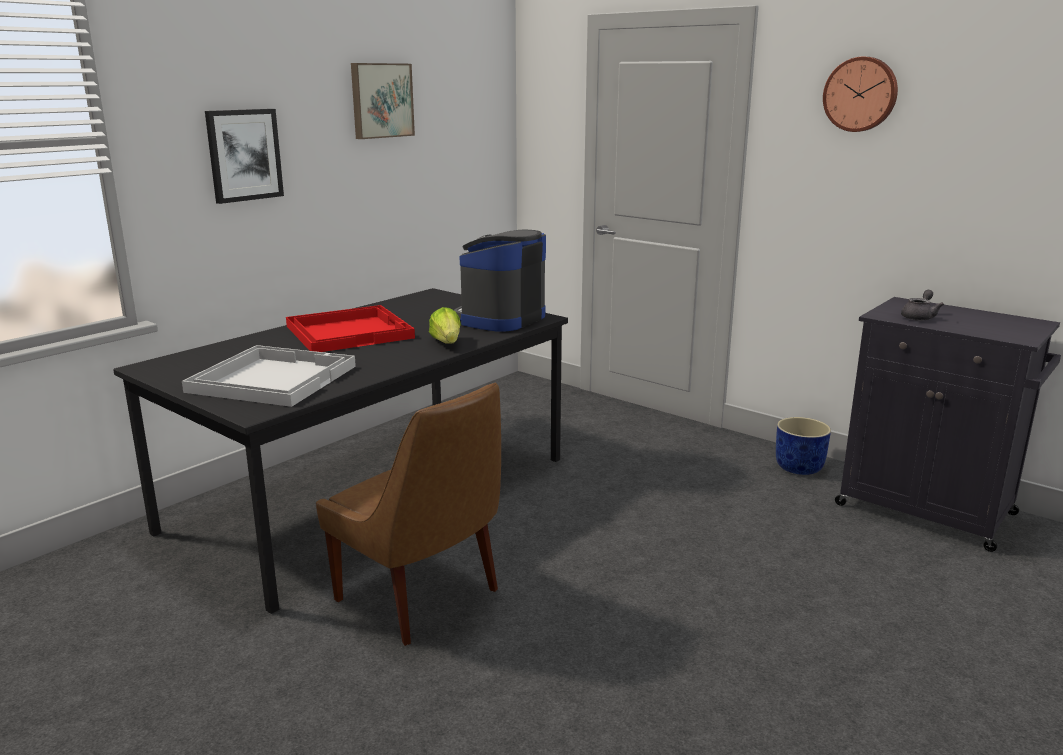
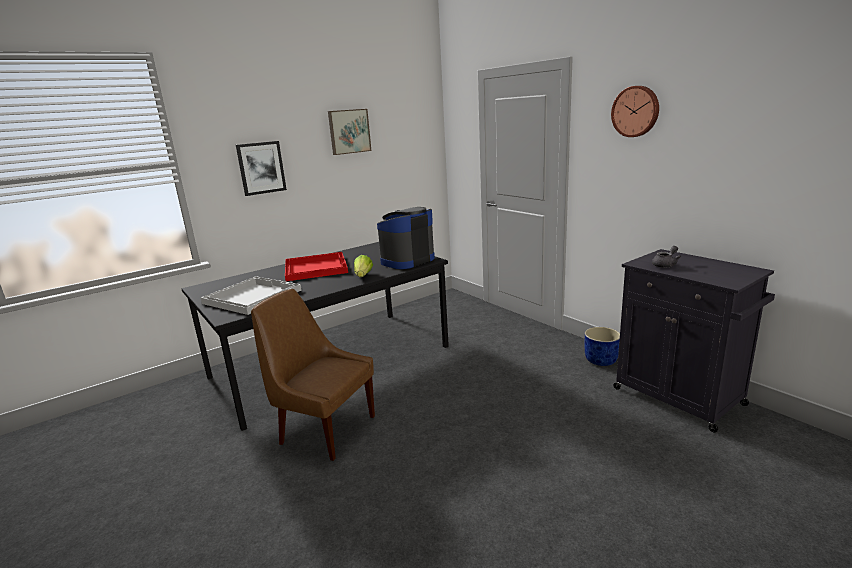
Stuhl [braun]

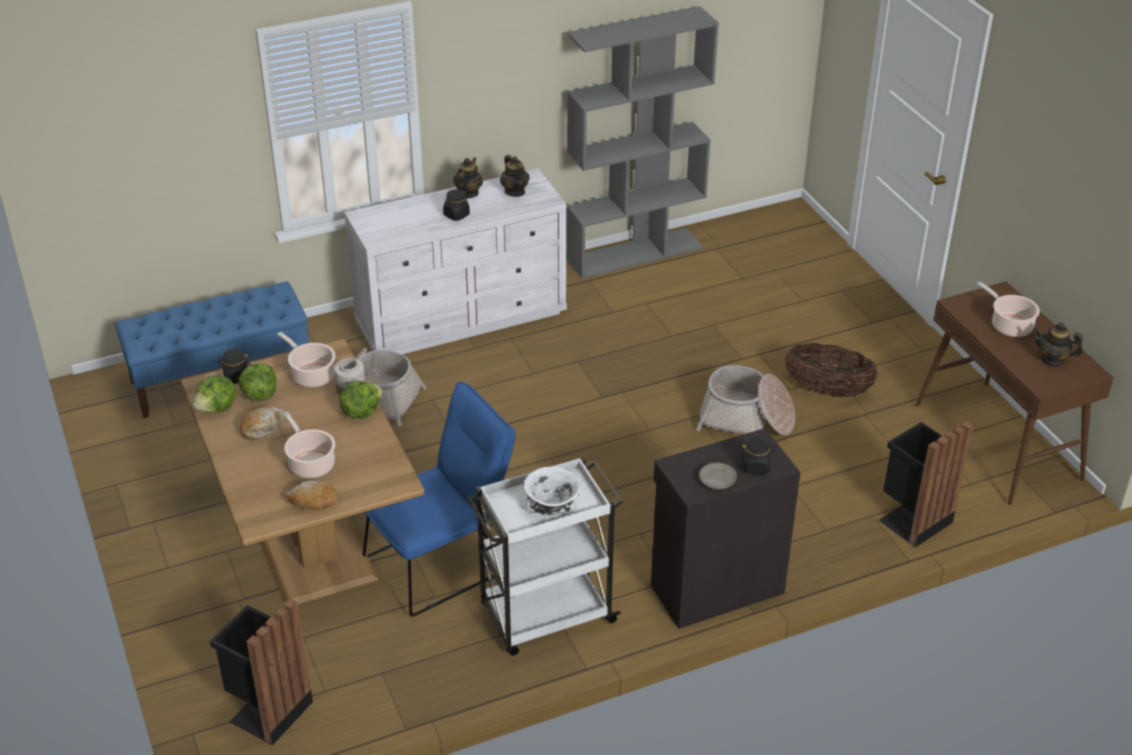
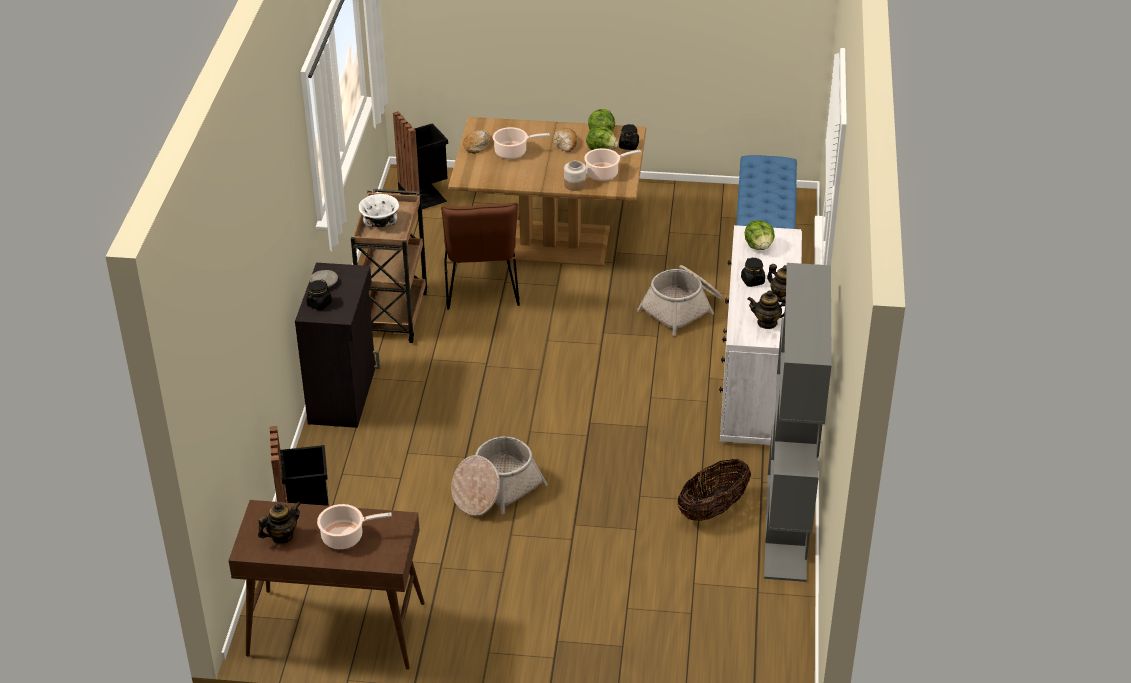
Salatkopf (no. 3 from left); Stuhl [braun]; Rollwagen [braun]; Korb (no. 3 from left)

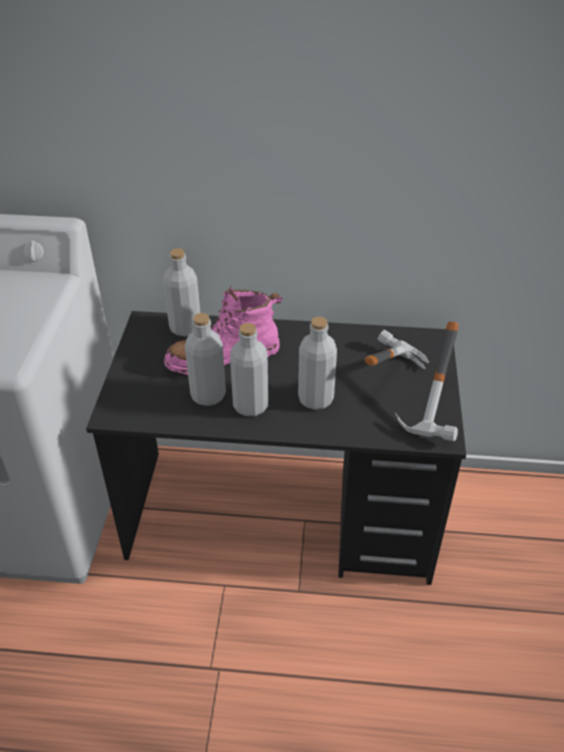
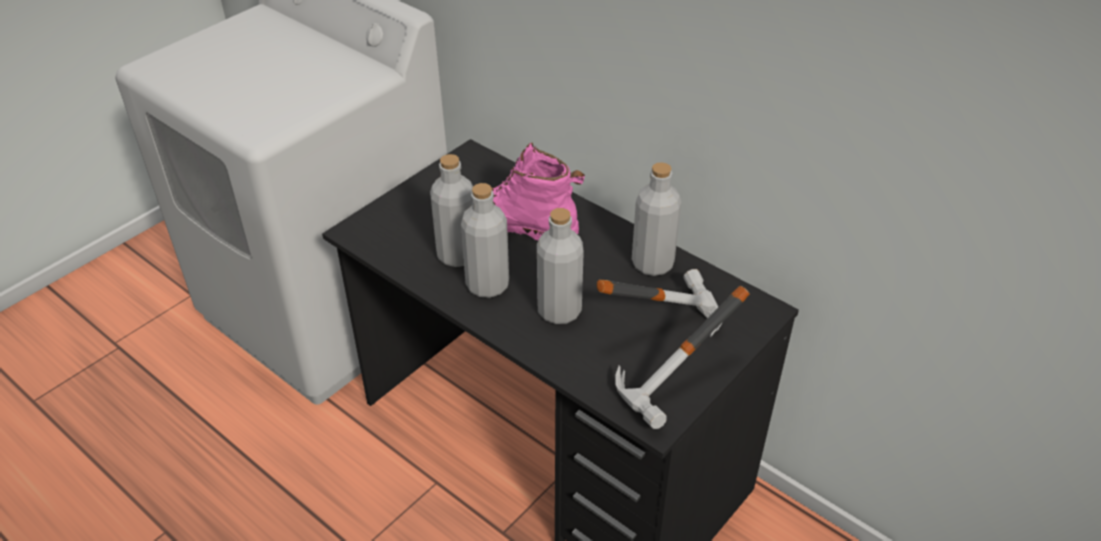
Flasche [grau] (no. 4 from left)

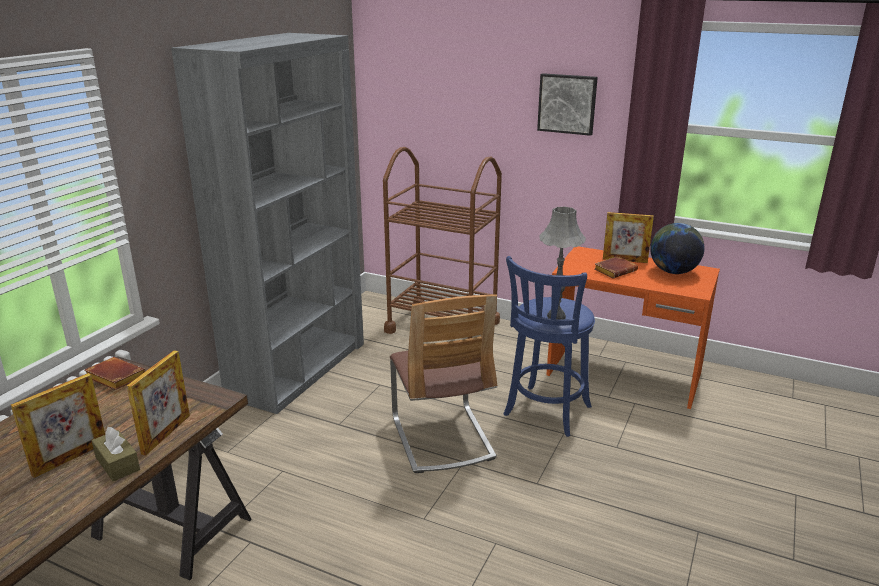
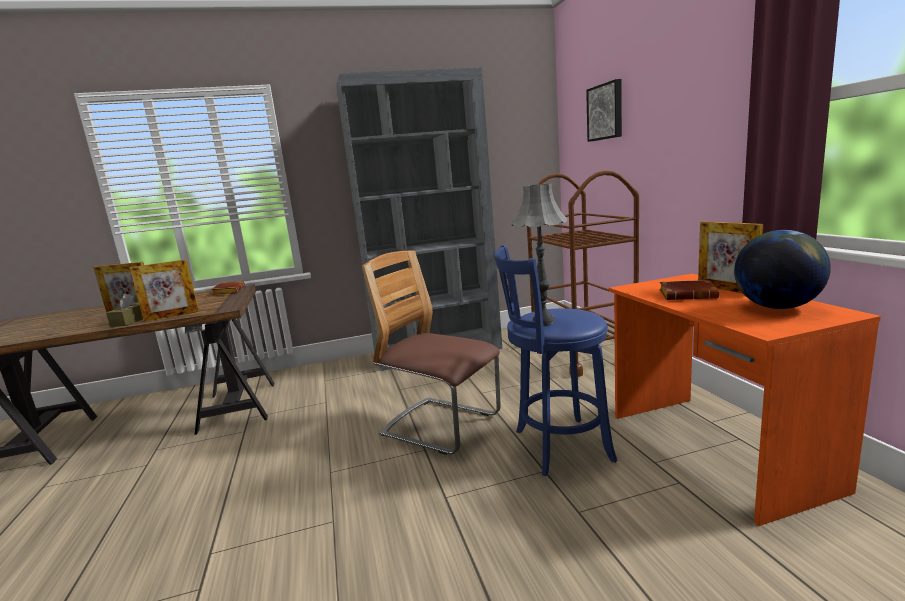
Stuhl; Bild

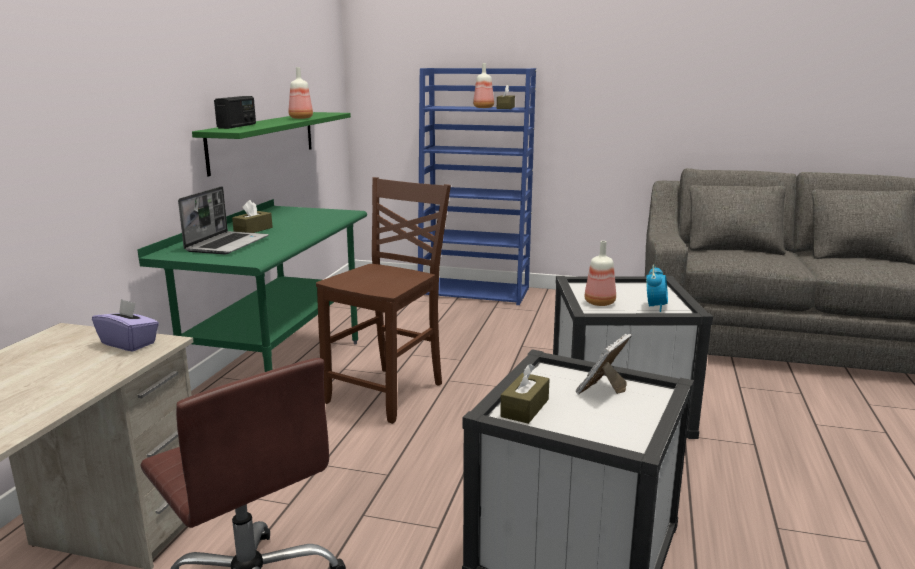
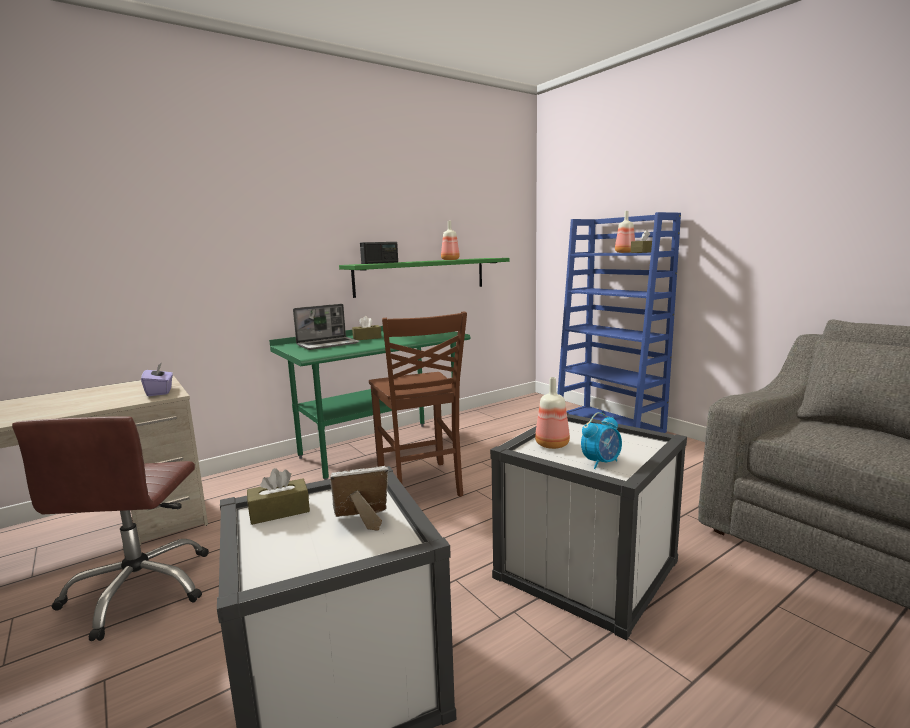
Stuhl [braun]

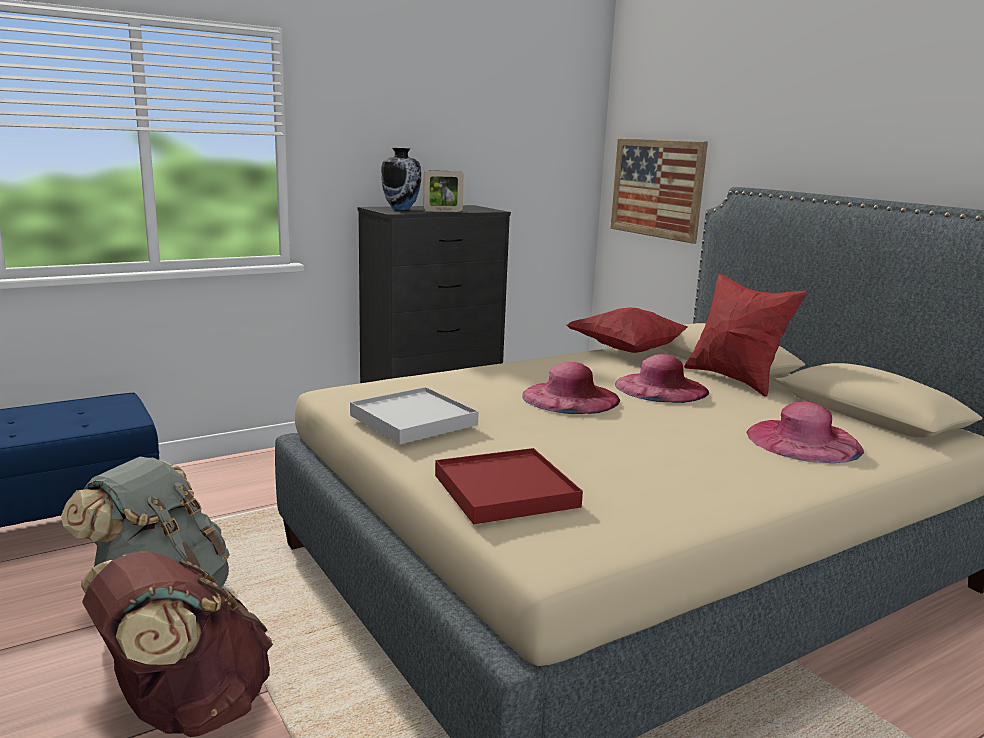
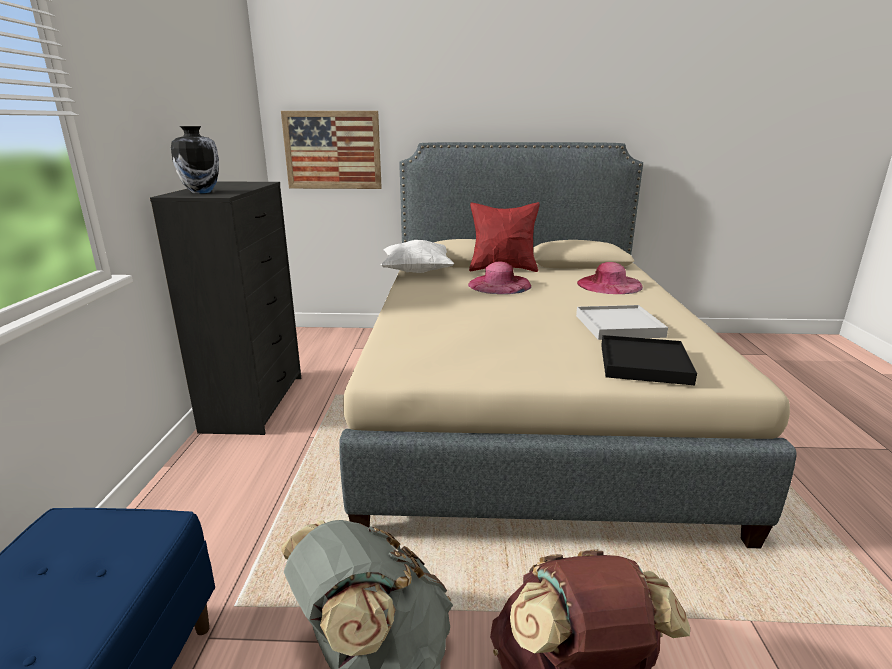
Tablett [weiß]; Bilderrahmen; Tablett [schwarz]; Hut [rosa] (no. 1 from left in the first image); Kissen [weiß]

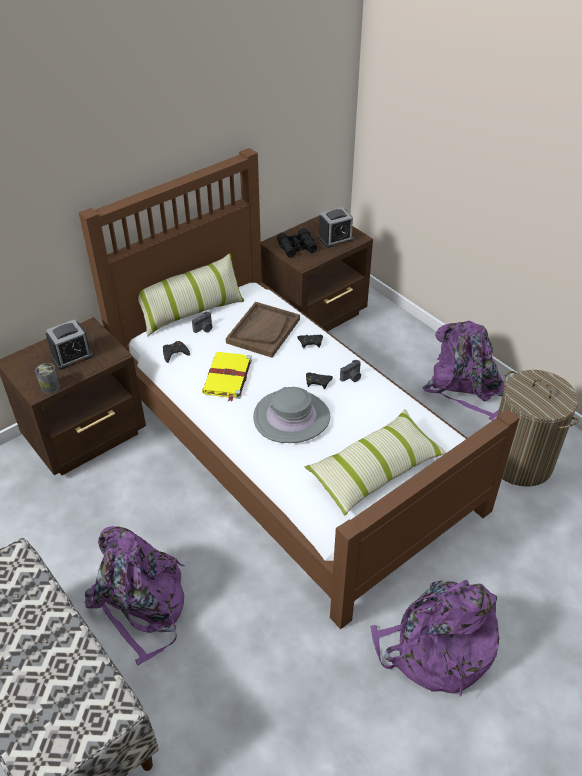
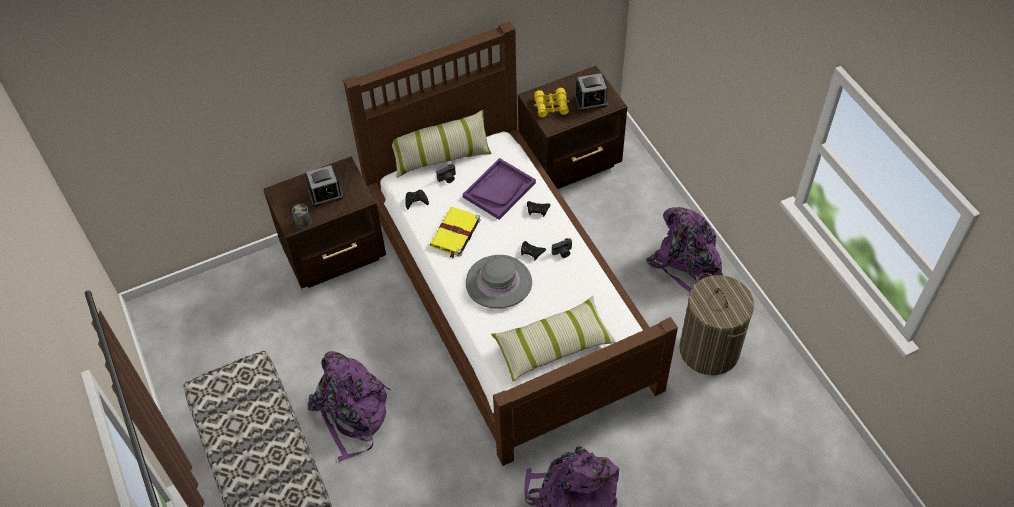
Tablett [lila]; Fernglas [gelb]

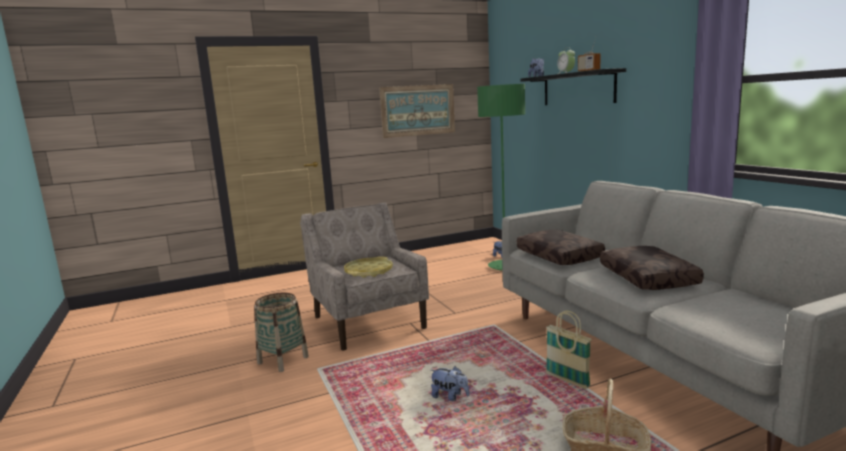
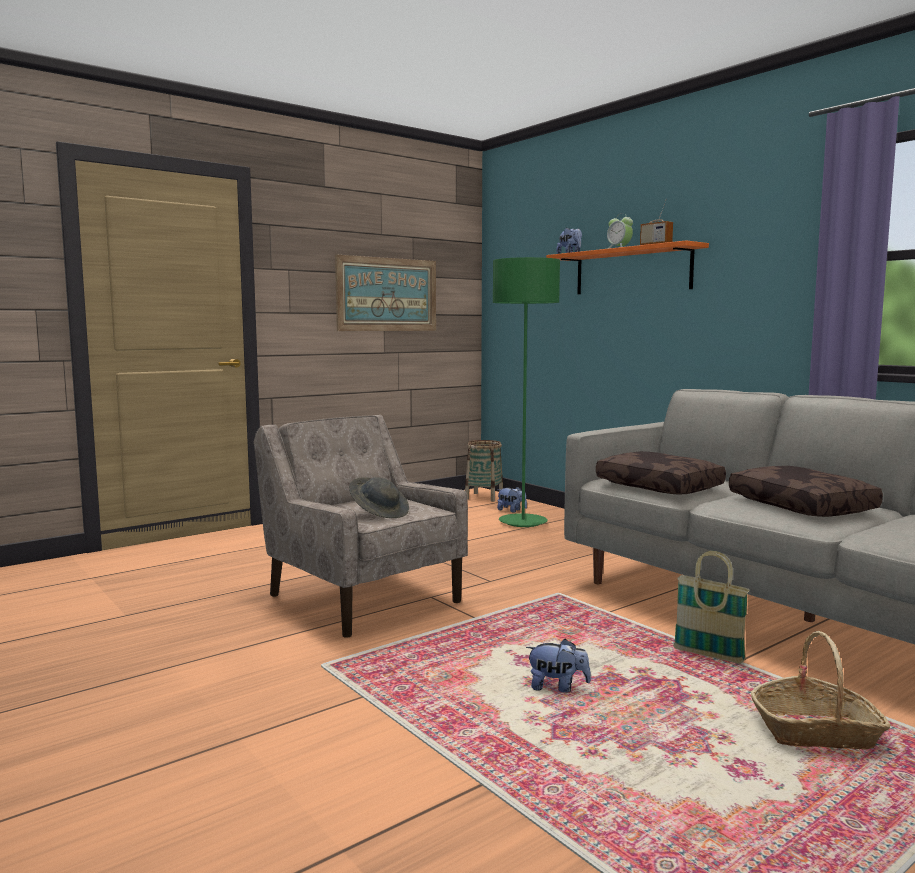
Korb (no. 1 from left); Hut [grau]; Wandregal [orange]

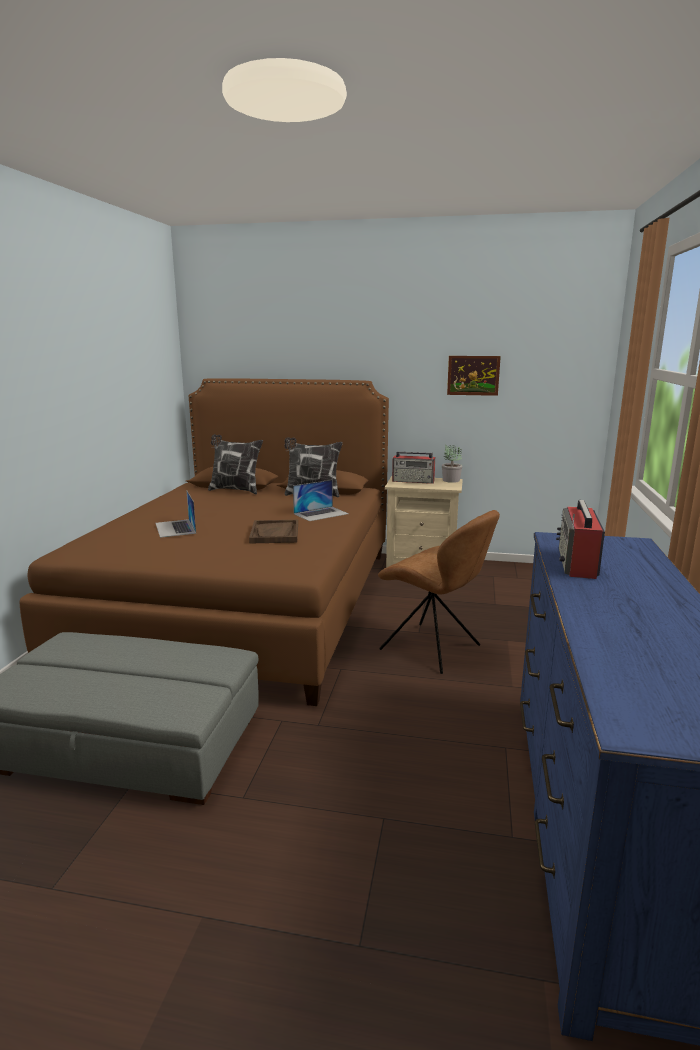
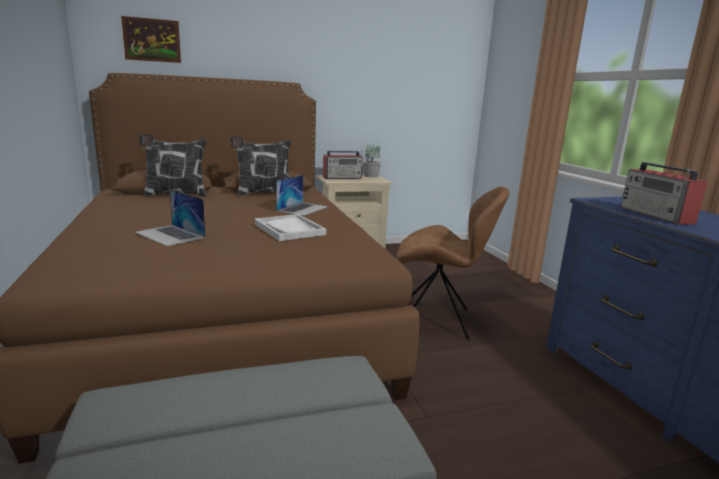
Tablett [weiß]; Bild

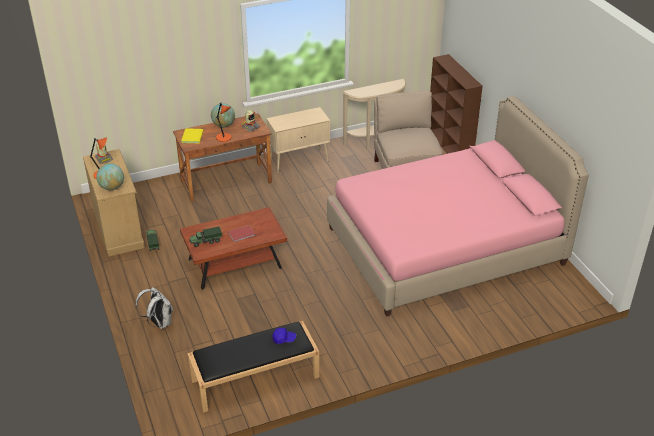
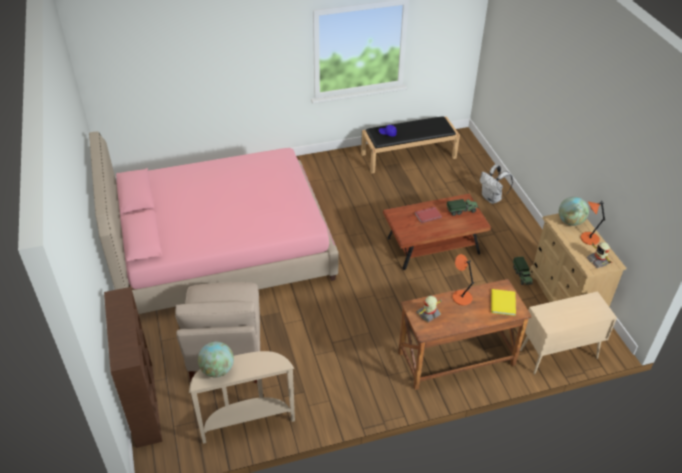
Globus (no. 1 from left); Schrank [beige]

